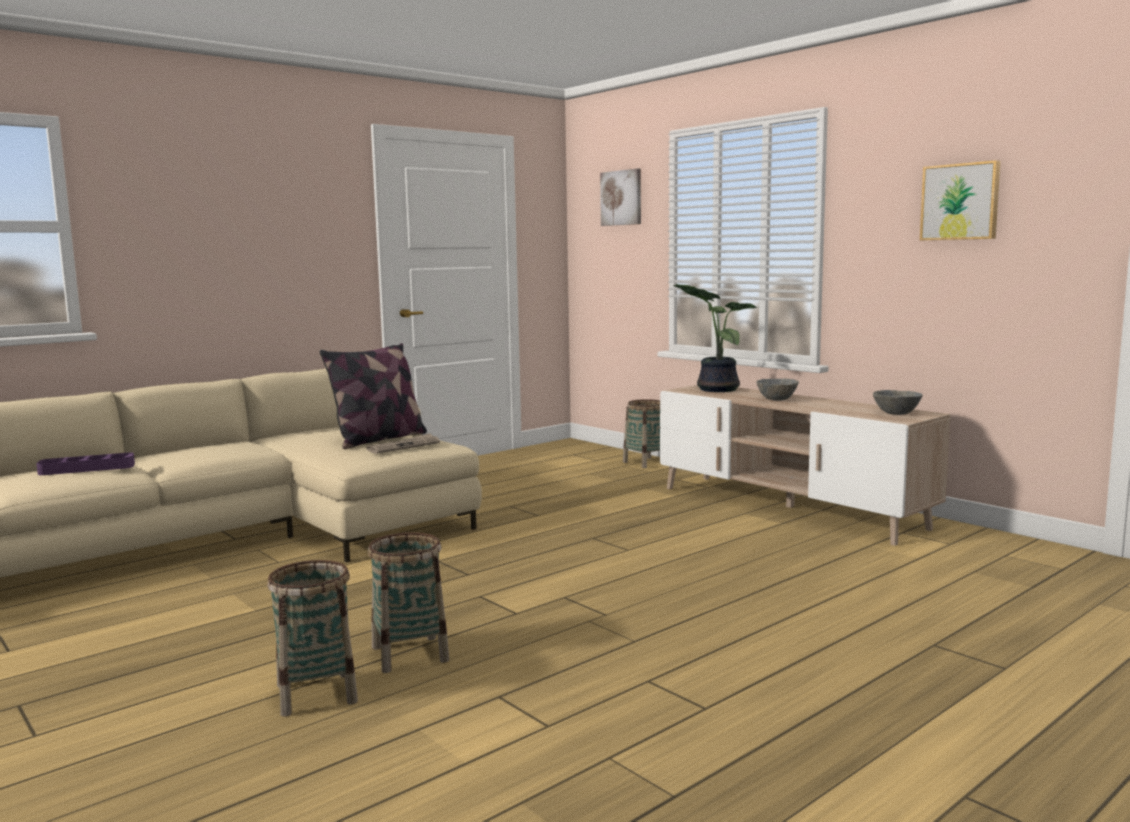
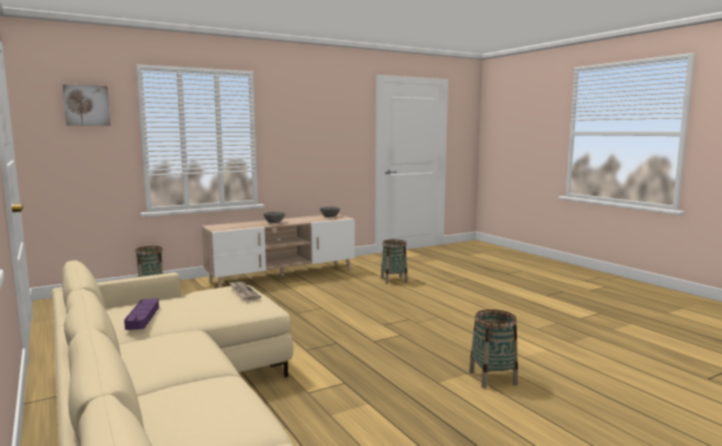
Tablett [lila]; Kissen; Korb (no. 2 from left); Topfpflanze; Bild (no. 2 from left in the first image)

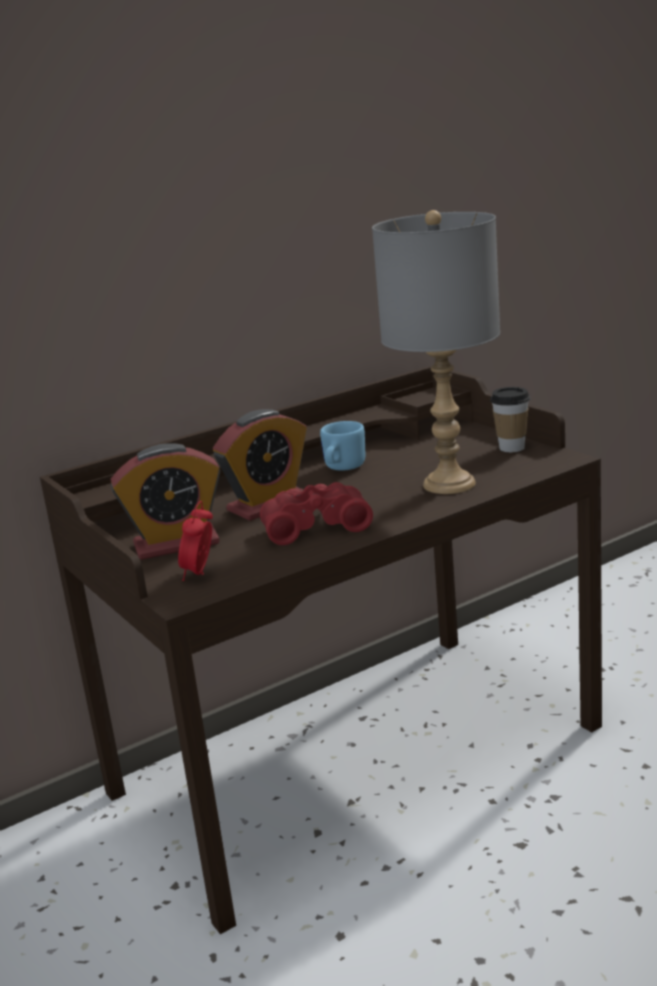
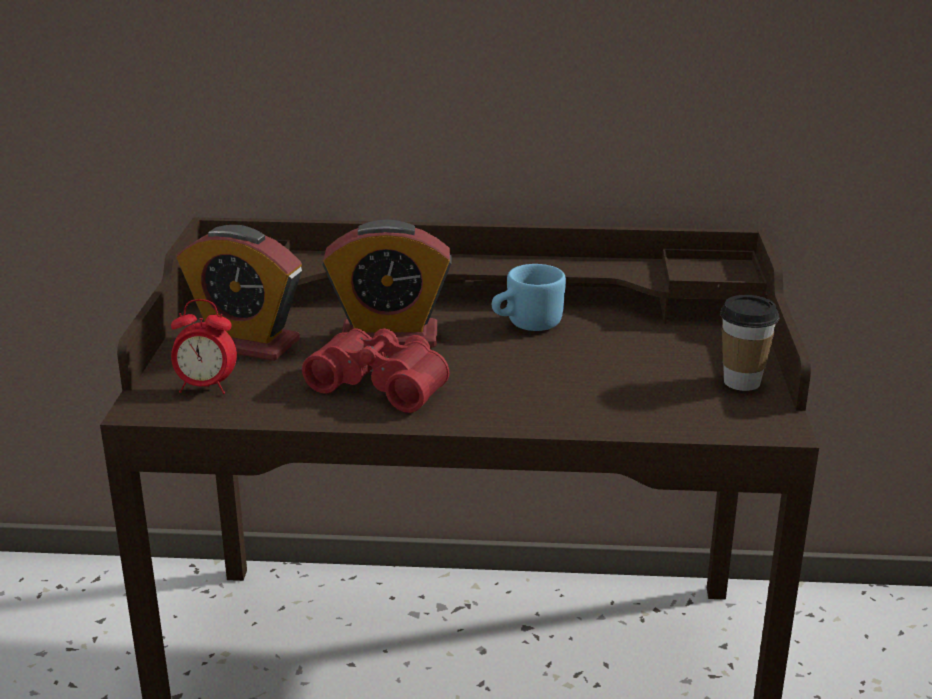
Wecker (no. 1 from left); Tischlampe [grau]

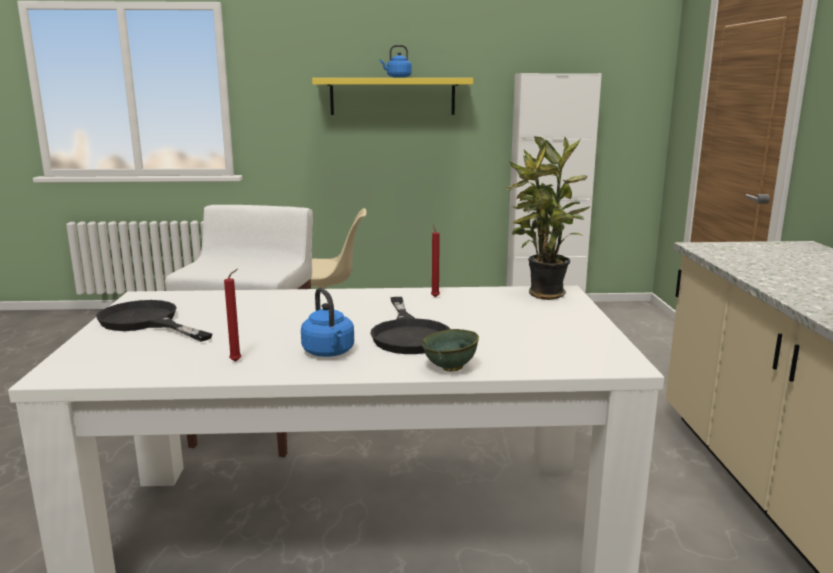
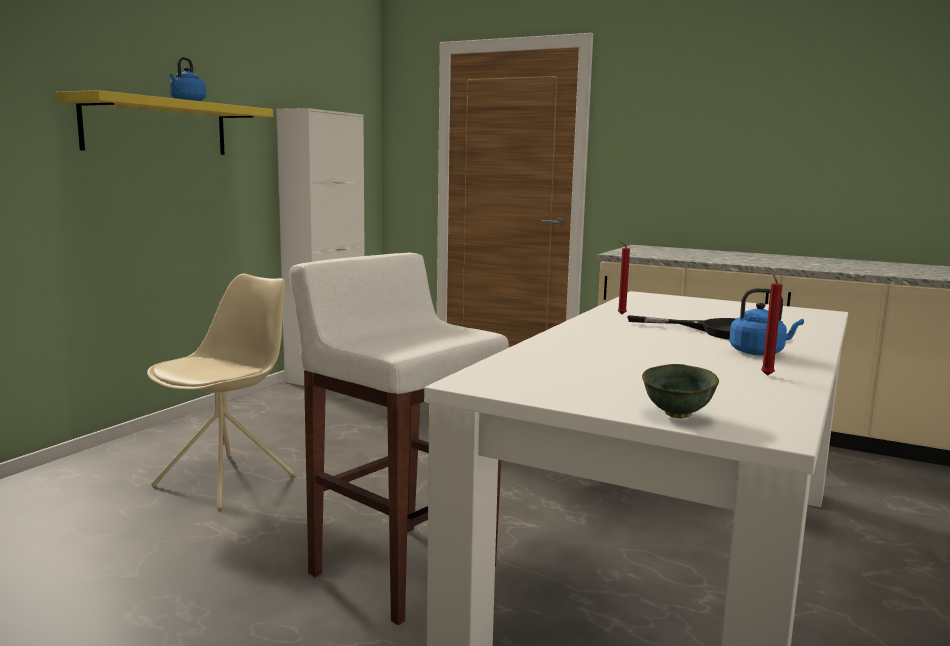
Pfanne [schwarz] (no. 1 from left in the first image); Schüssel [grün]; Topfpflanze

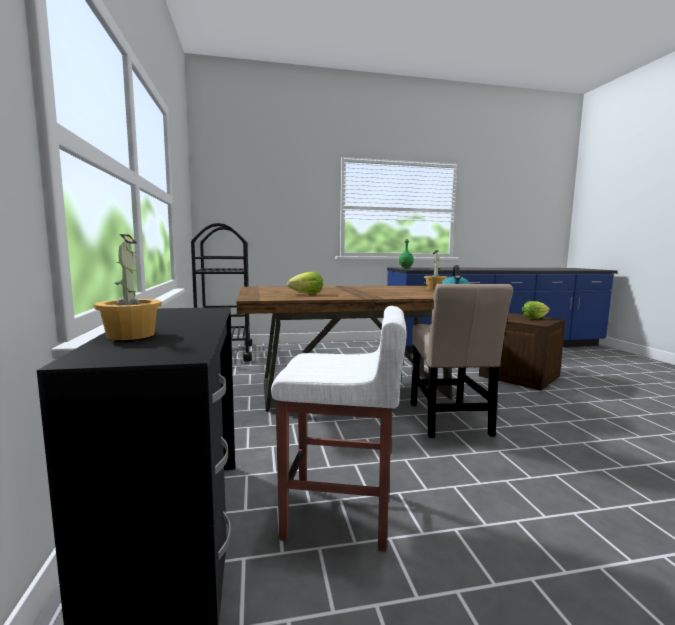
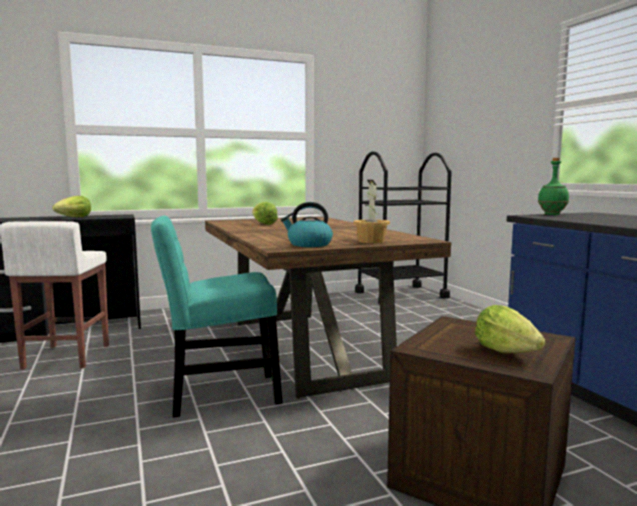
Topfpflanze (no. 1 from left in the first image); Stuhl [türkis]; Salatkopf (no. 1 from left)

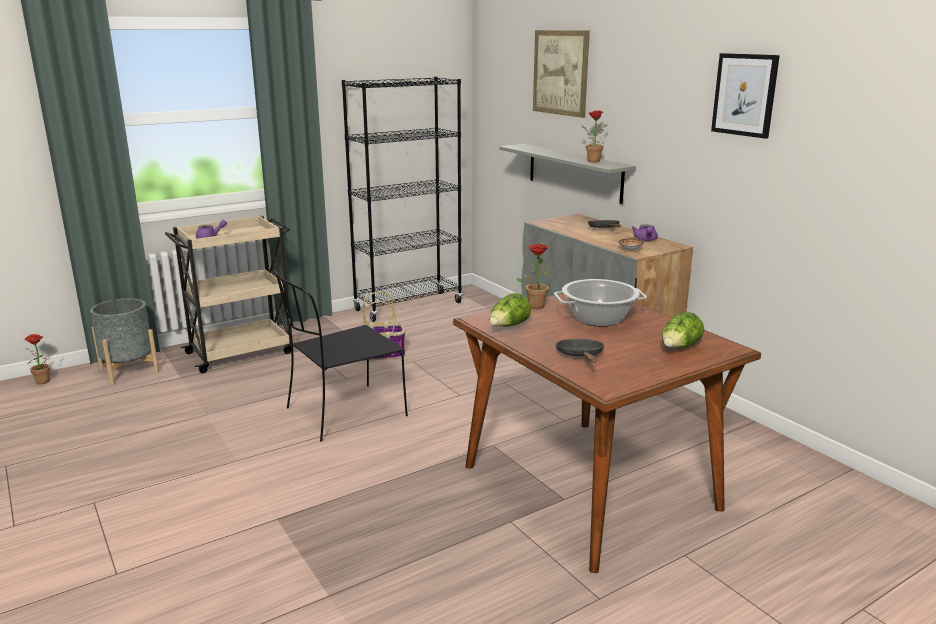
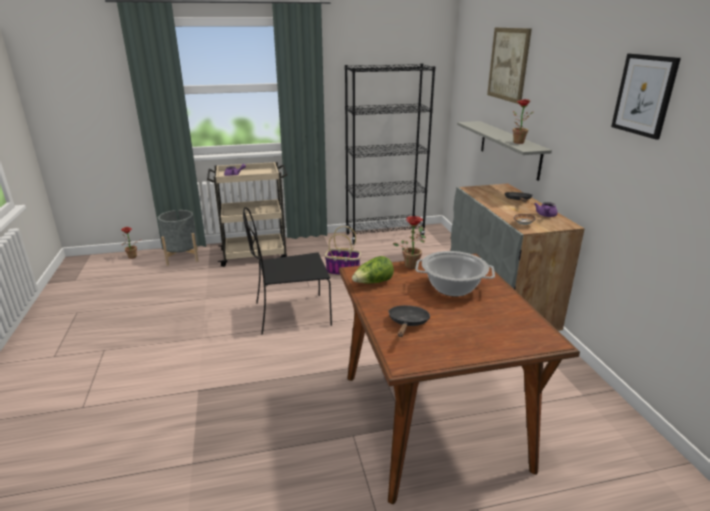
Salatkopf (no. 2 from left in the first image)

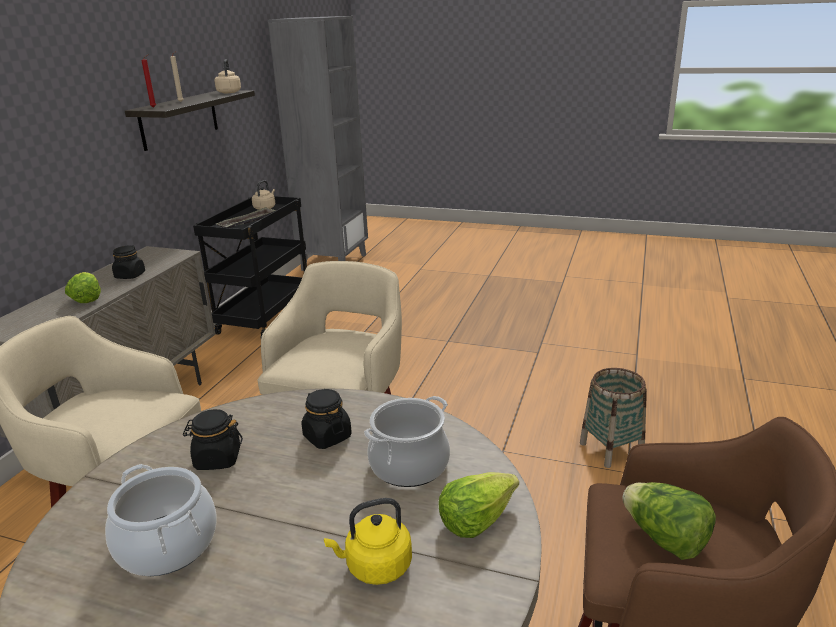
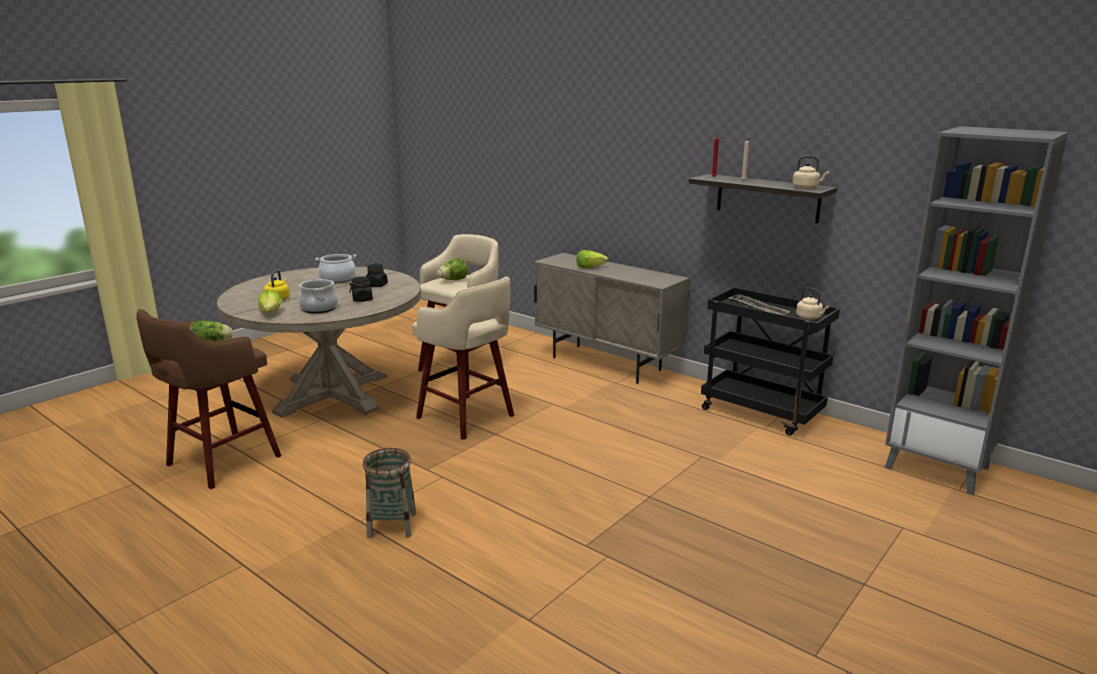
Vorratsglas [schwarz] (no. 1 from left in the first image); Salatkopf (no. 3 from left)

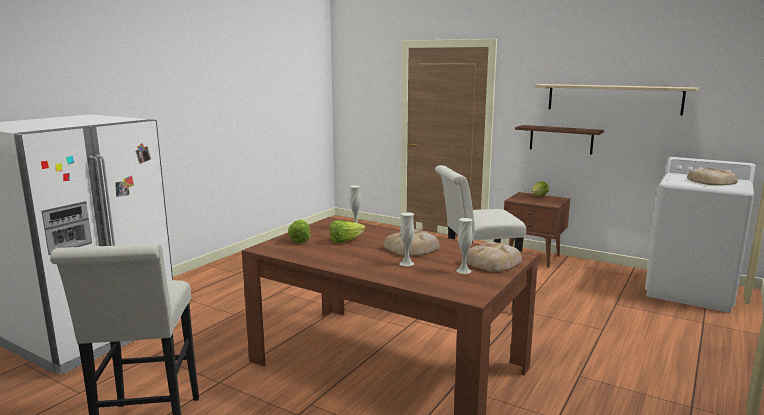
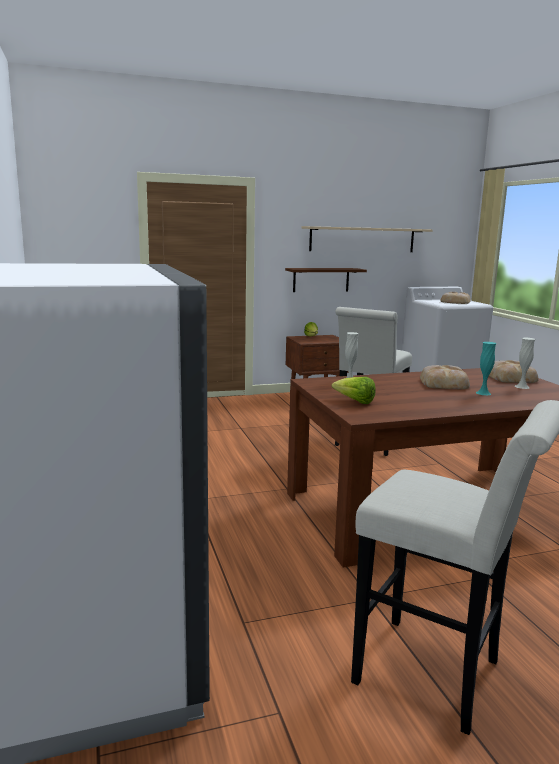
Salatkopf (no. 2 from left in the first image); Vase [türkis]

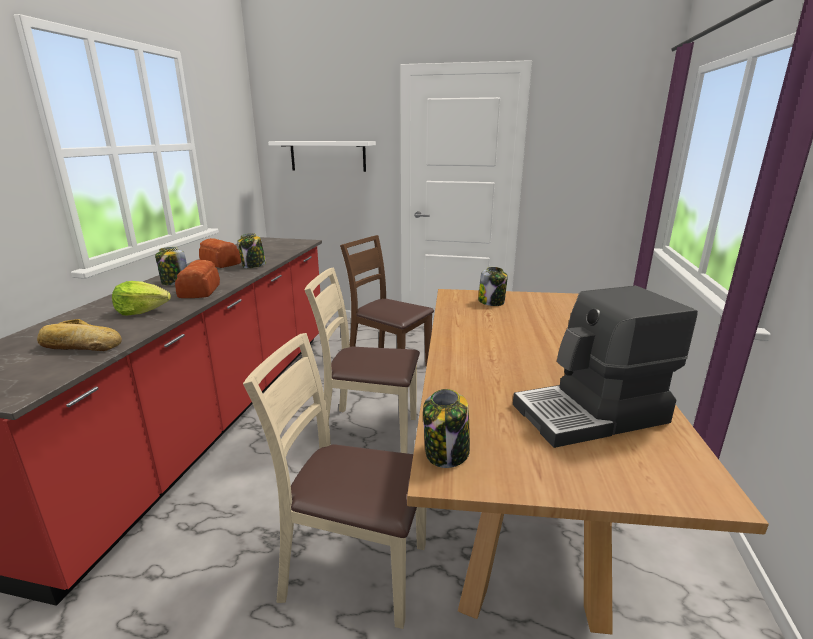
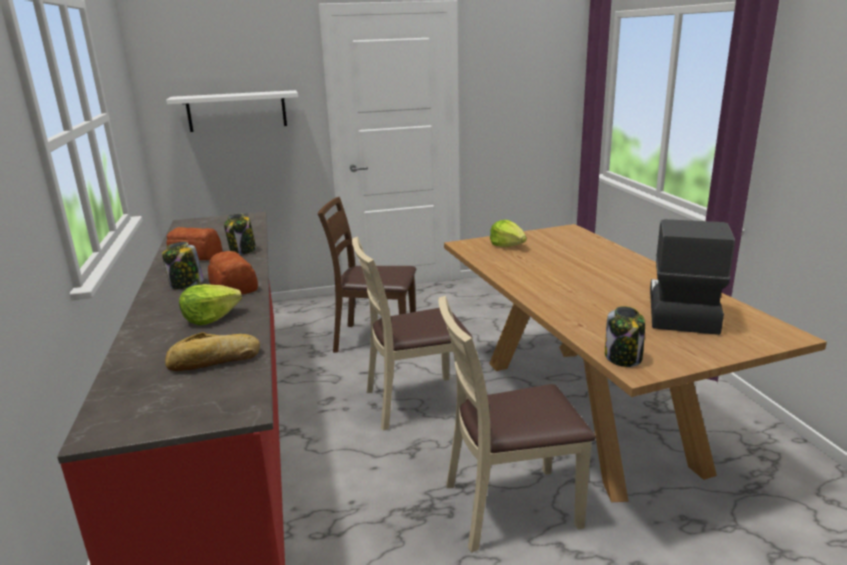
Salatkopf (no. 2 from left); Kaffeemaschine

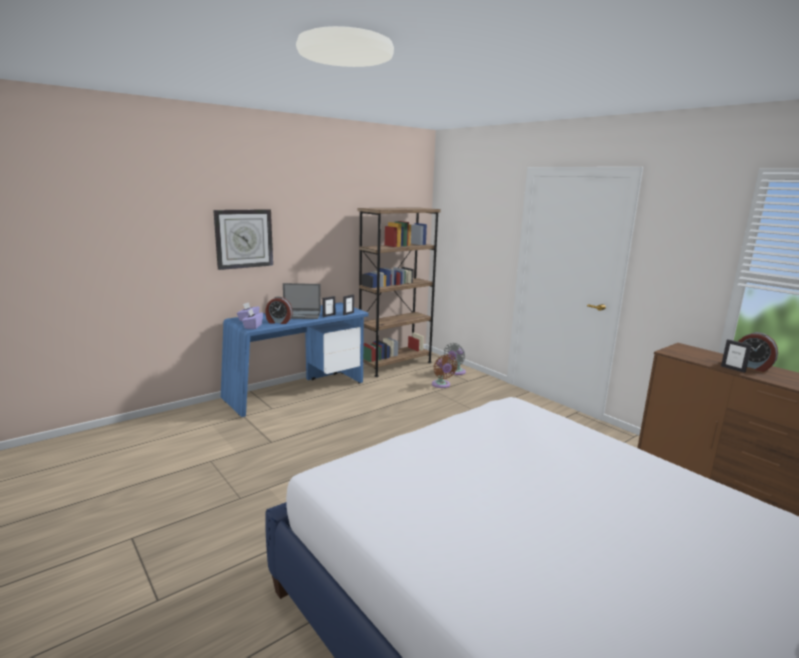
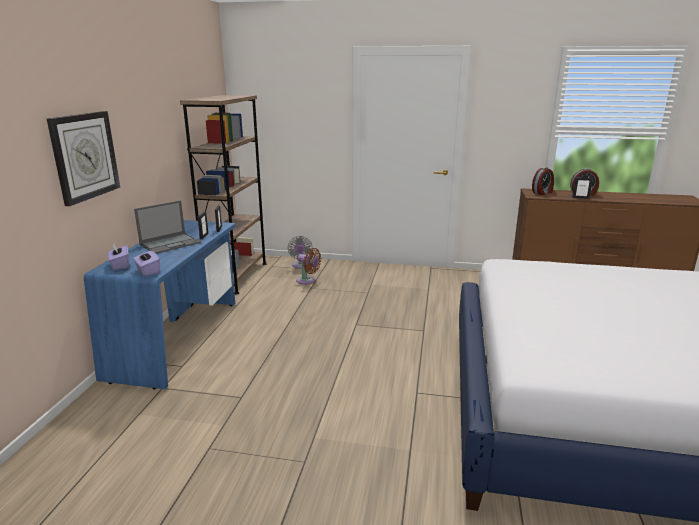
Wecker (no. 1 from left)

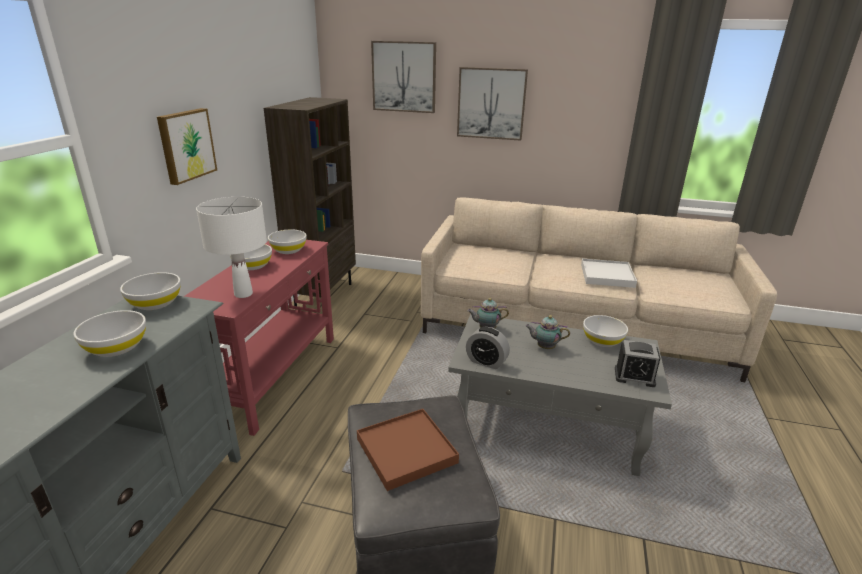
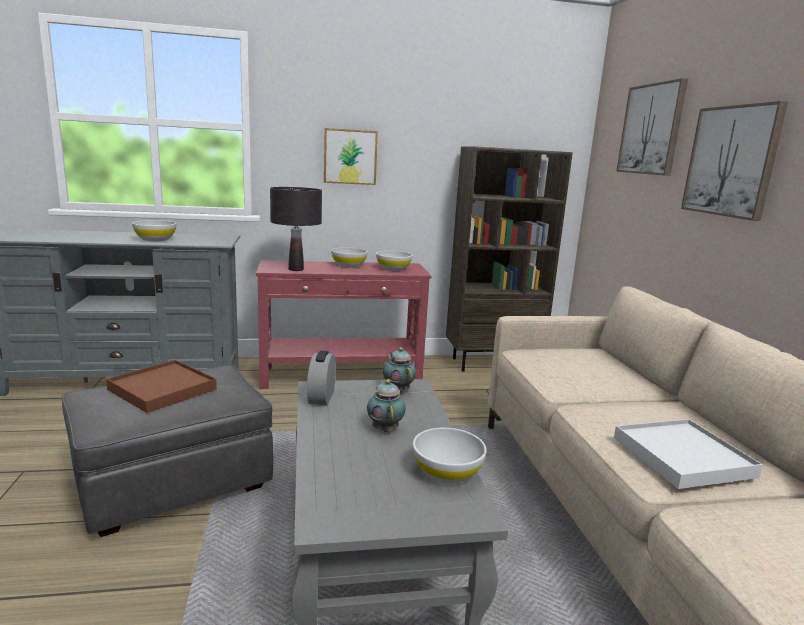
Schüssel [weiß] (no. 2 from left in the first image); Tischlampe [schwarz]; Wecker (no. 2 from left in the first image)

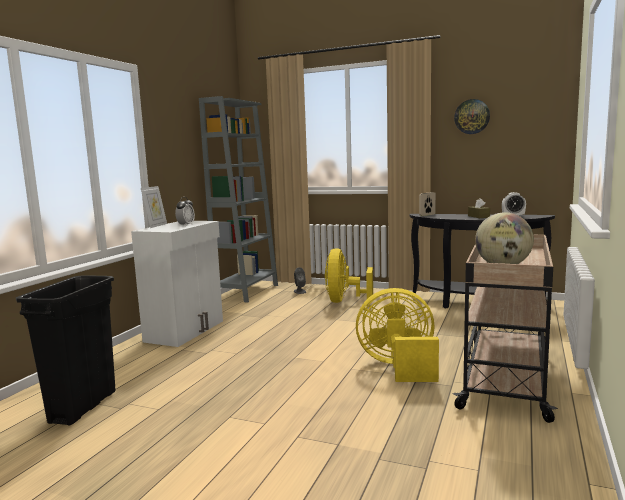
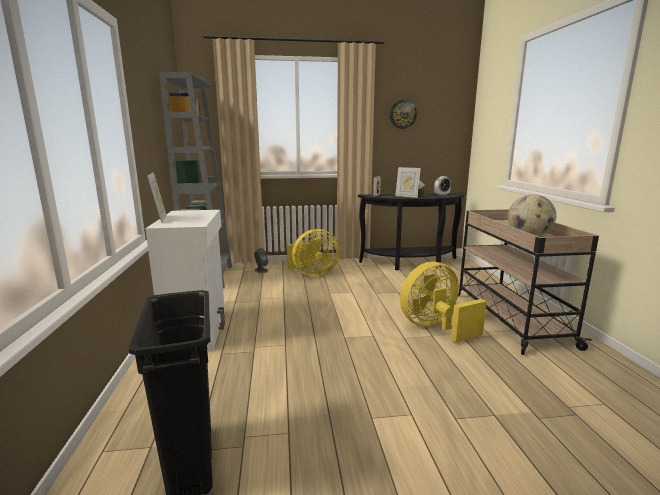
Wecker (no. 1 from left in the first image); Ventilator [gelb] (no. 1 from left); Bilderrahmen (no. 3 from left)

